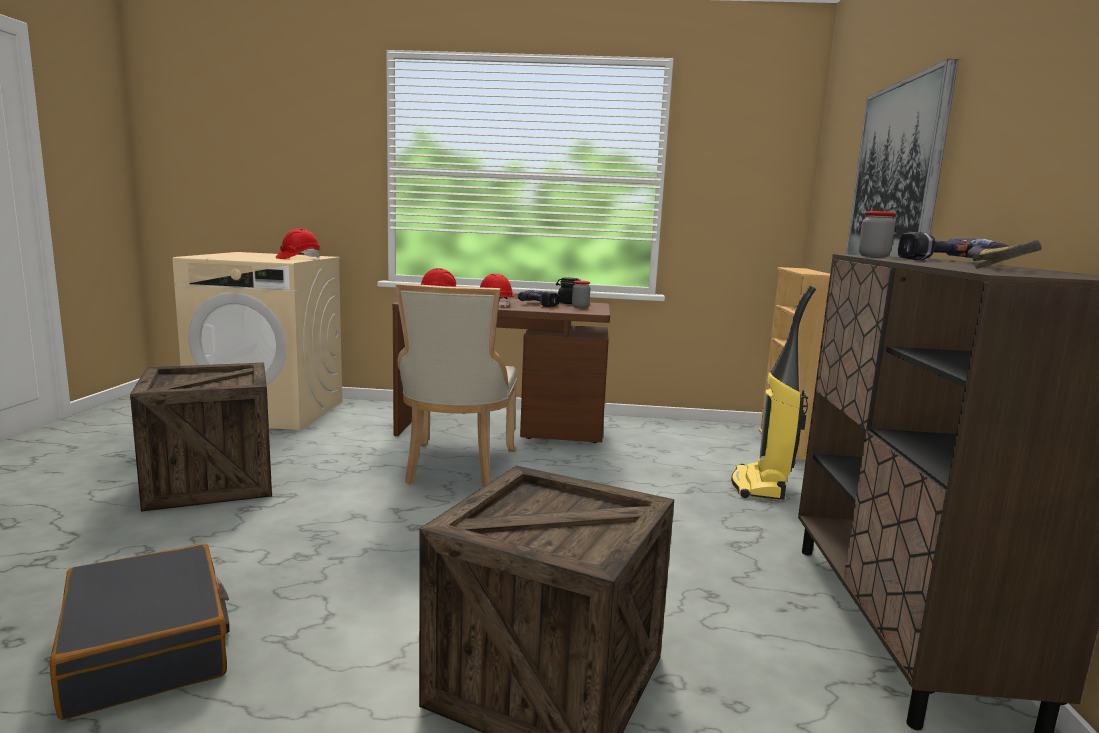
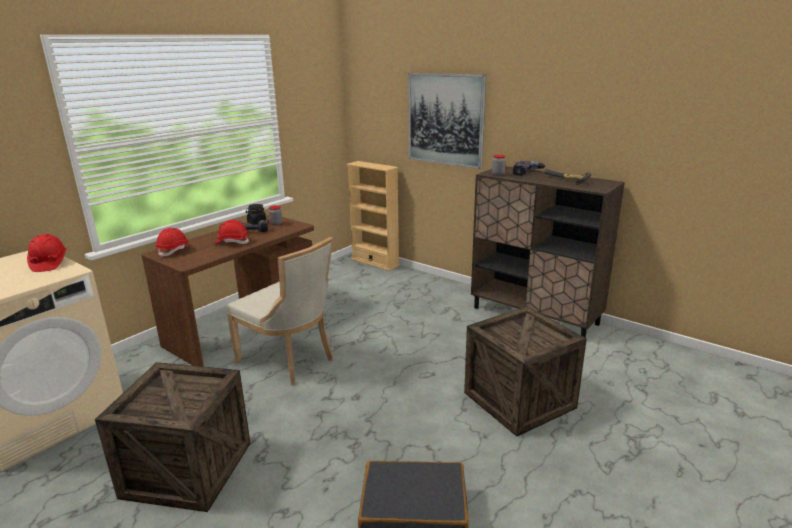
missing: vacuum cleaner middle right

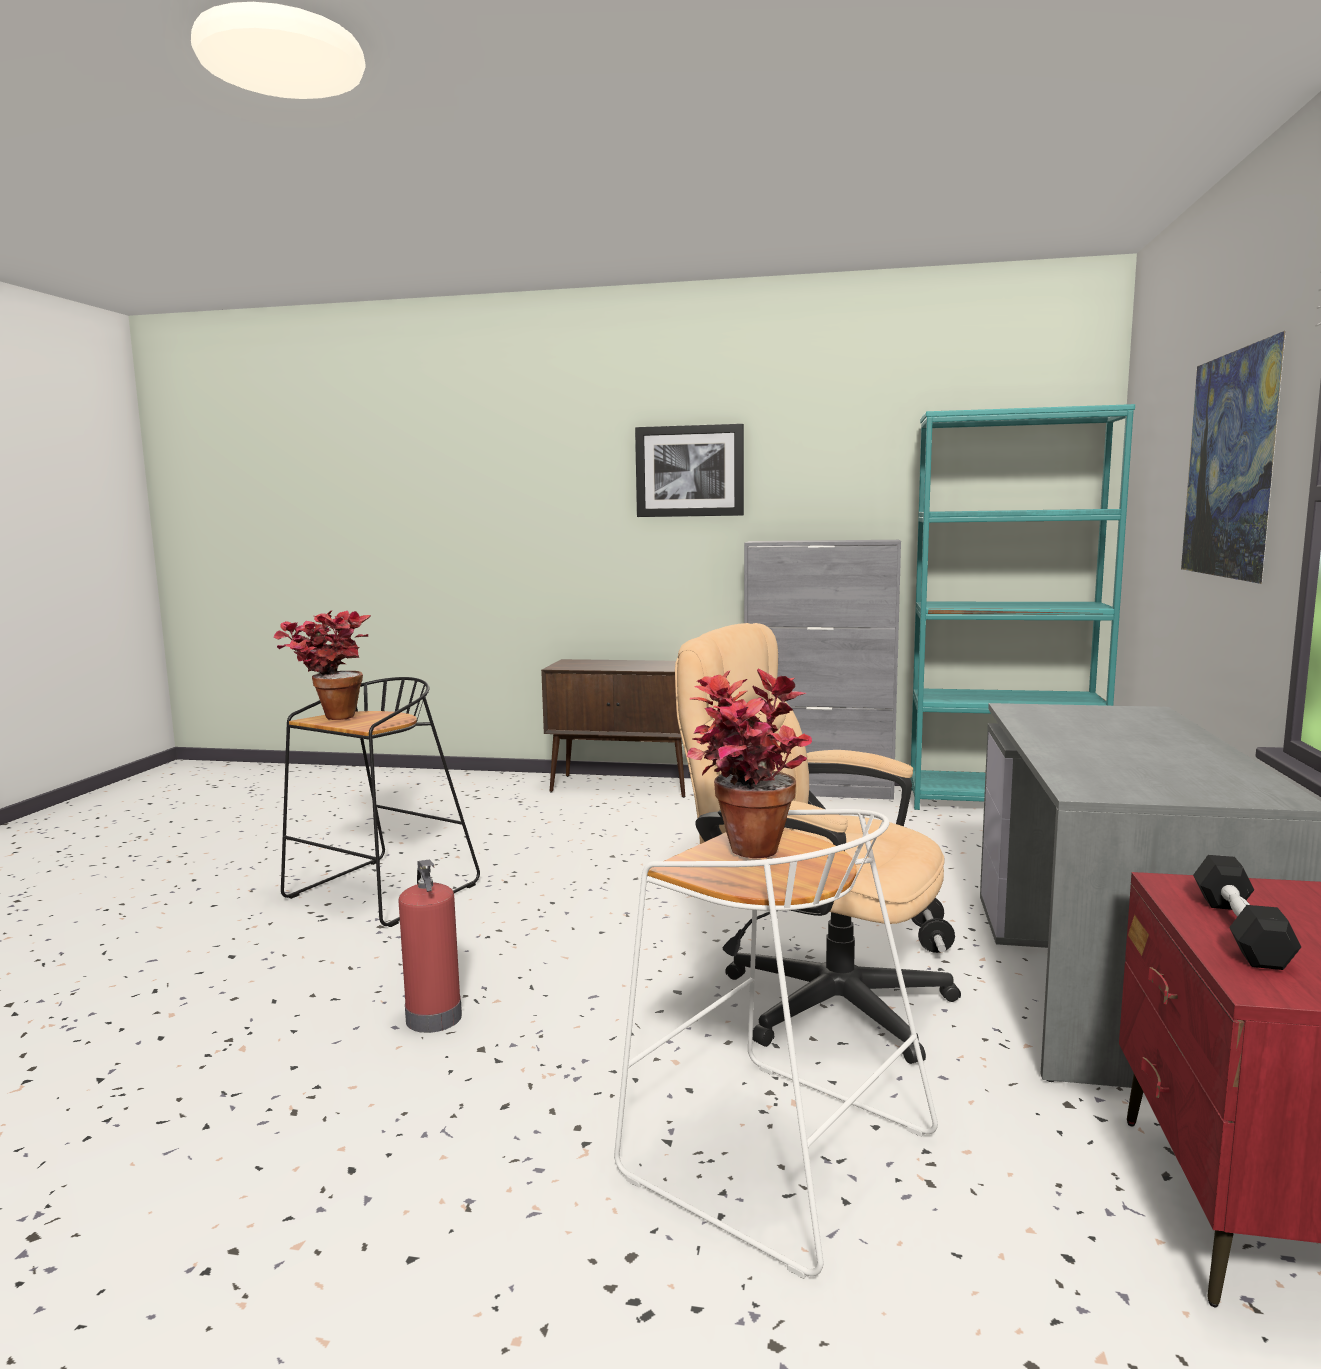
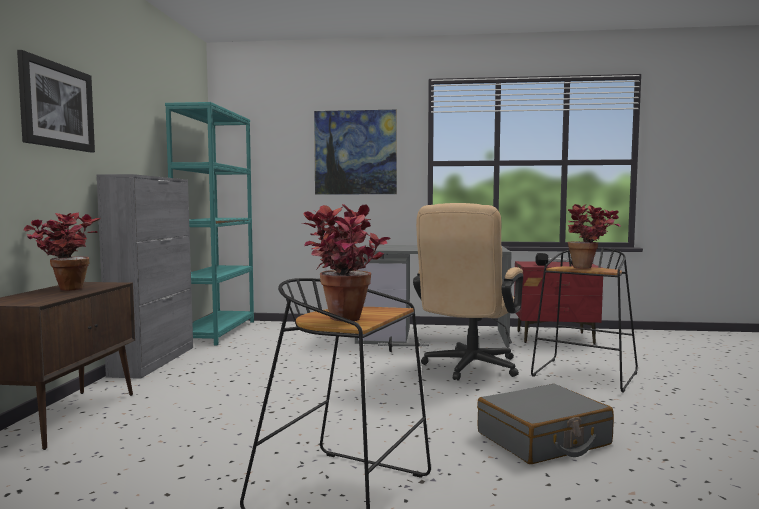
appeared: potted plant (no. 1 from left) middle left
exchanged: fire extinguisher bottom left to grey suitcase bottom right
colour: white stool bottom centre to black stool (no. 2 from left) middle right

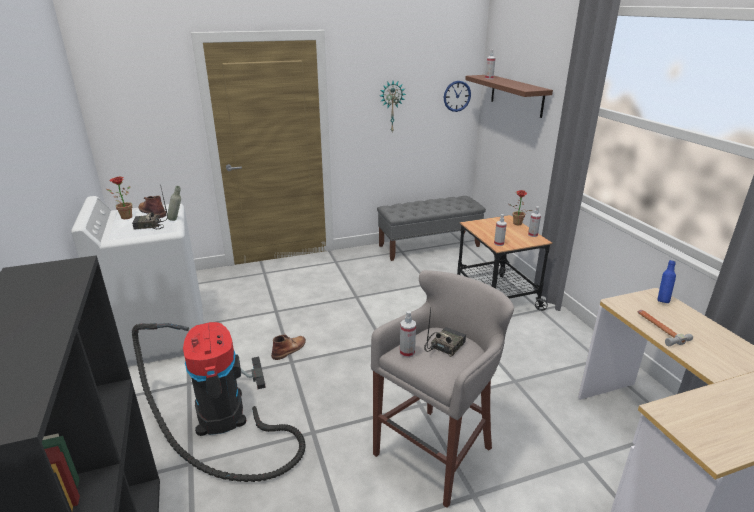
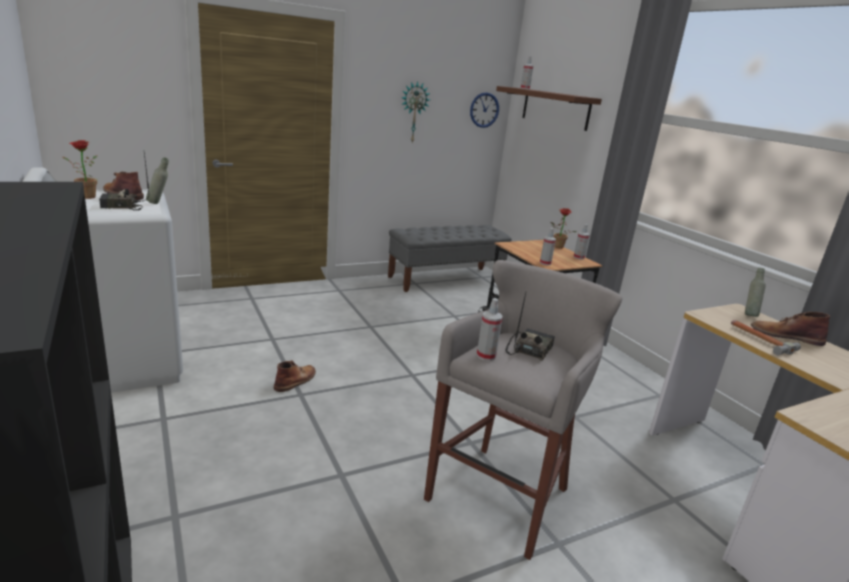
missing: vacuum cleaner bottom left
appeared: brown boot (no. 3 from left) middle right
colour: blue bottle middle right to grey bottle (no. 2 from left) middle right

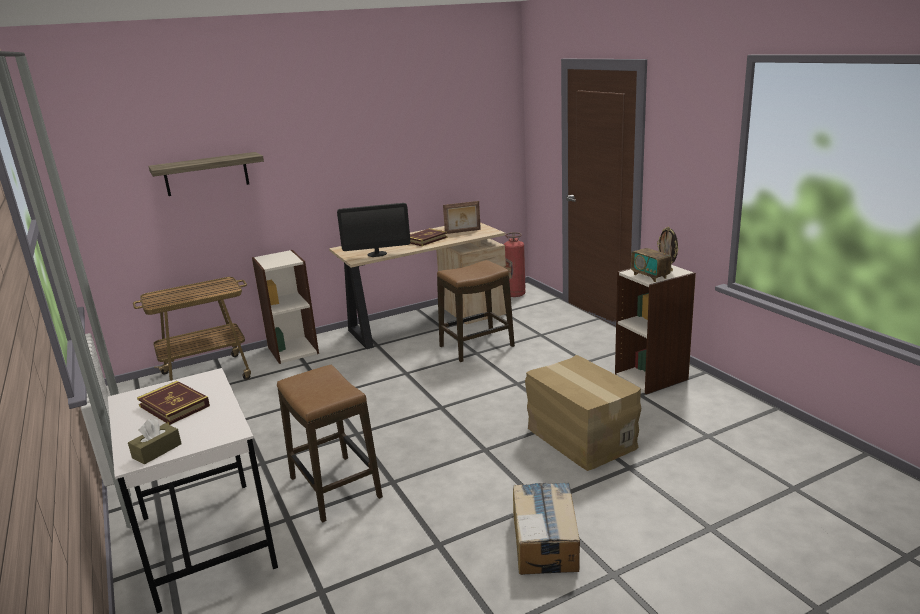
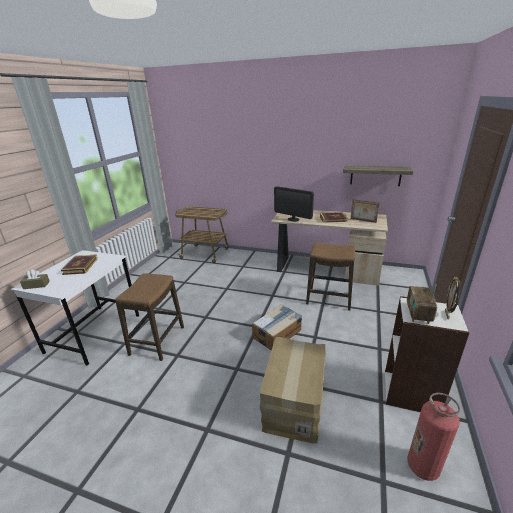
missing: bookcase (no. 1 from left) middle left
relocated: cardboard box (no. 1 from left) bottom centre to centre; shelf top left to middle right; fire extinguisher centre to bottom right

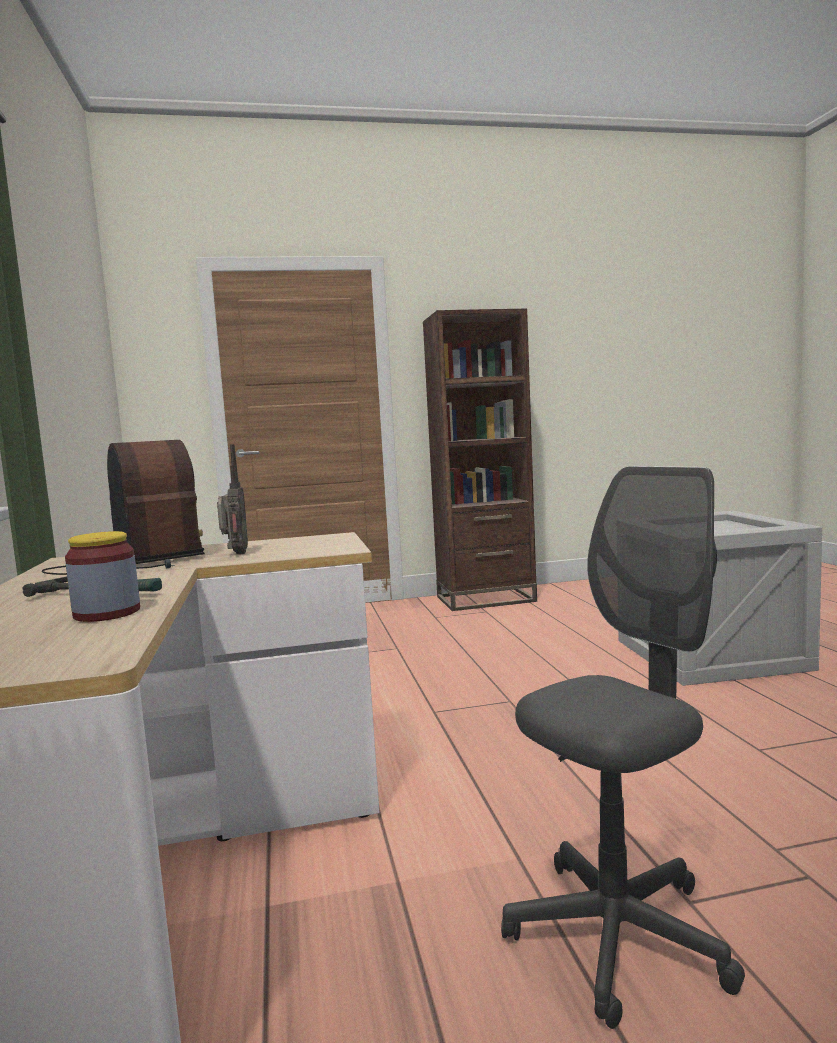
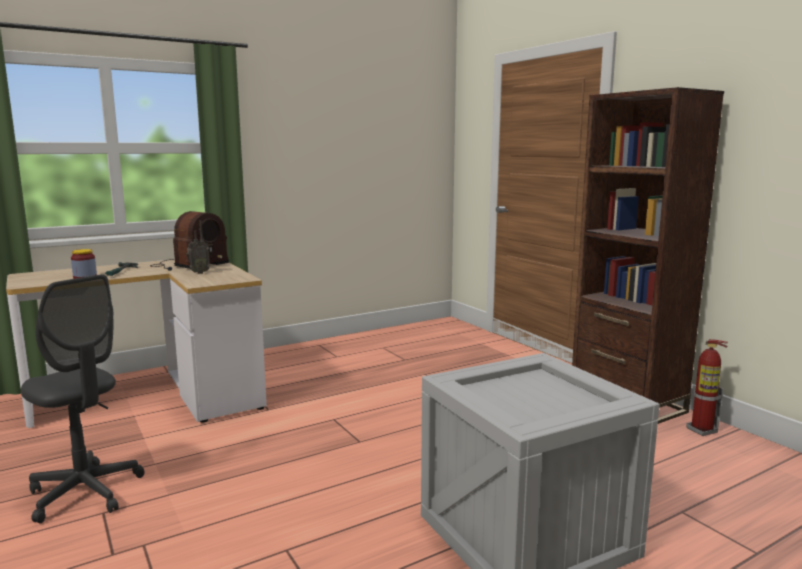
appeared: fire extinguisher bottom right

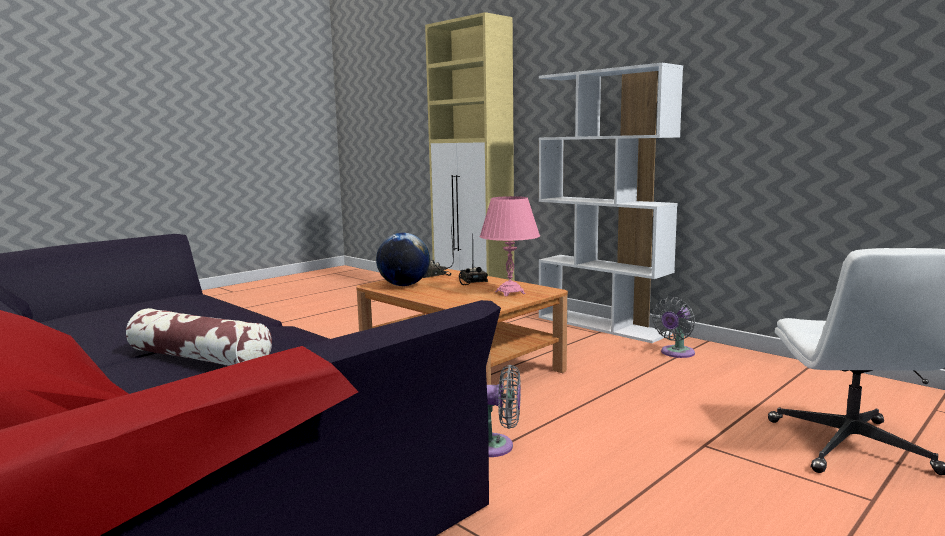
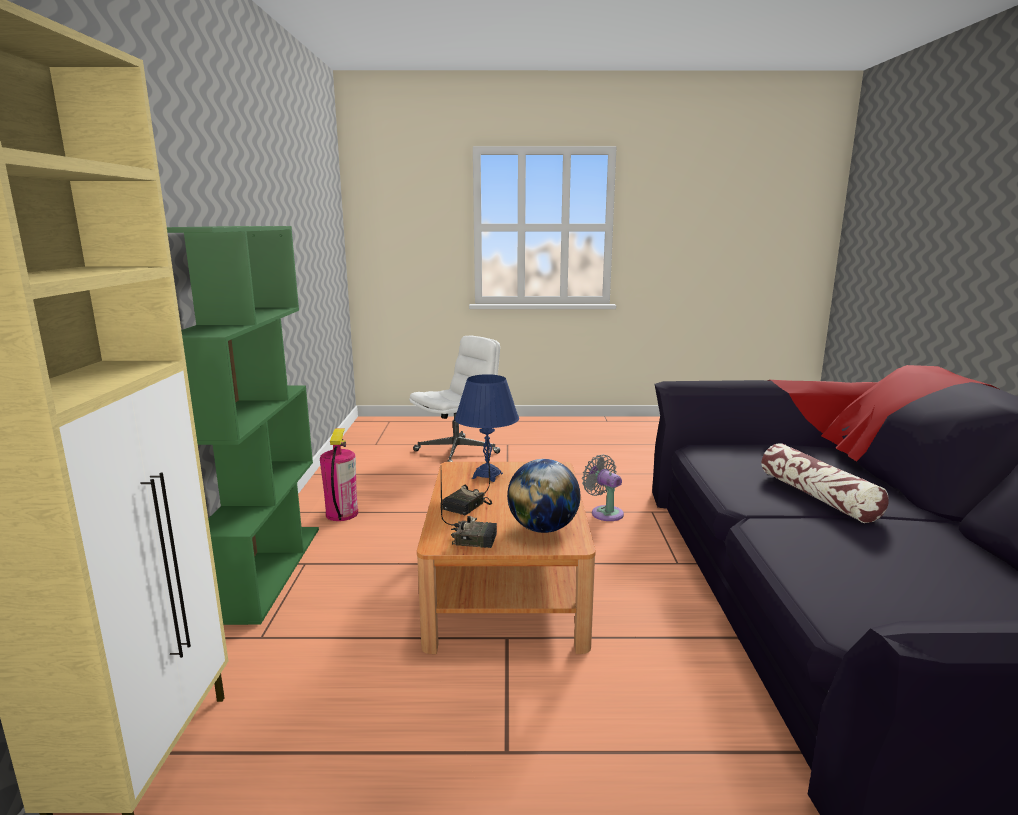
exchanged: grey fan (no. 2 from left) middle right to fire extinguisher middle left
colour: white bookcase centre to green bookcase middle left; pink table lamp centre to blue table lamp centre

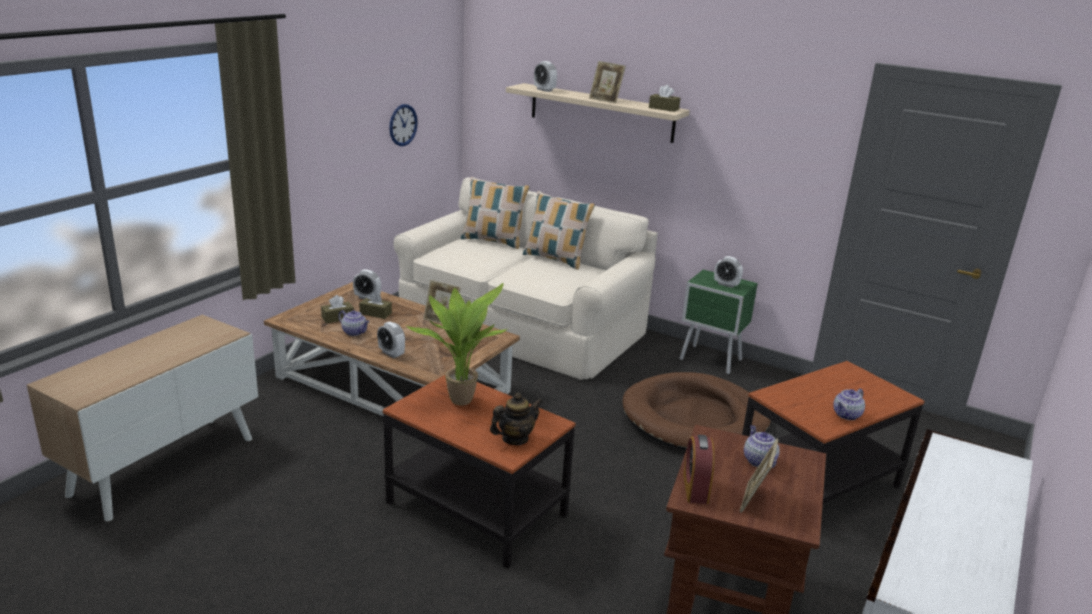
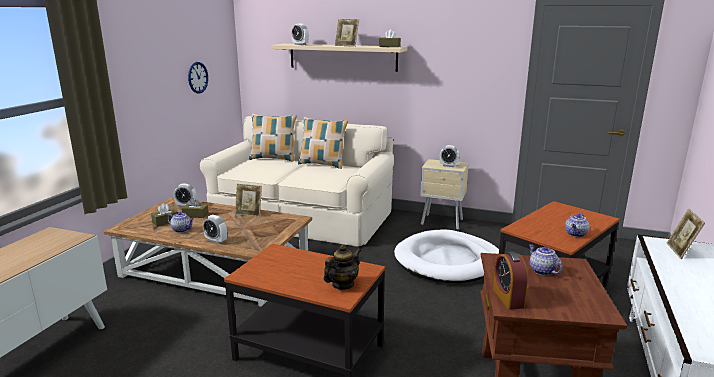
missing: potted plant centre
relocated: picture frame (no. 3 from left) bottom right to middle right
colour: brown dog bed bottom centre to white dog bed bottom centre; green nightstand centre to beige nightstand centre

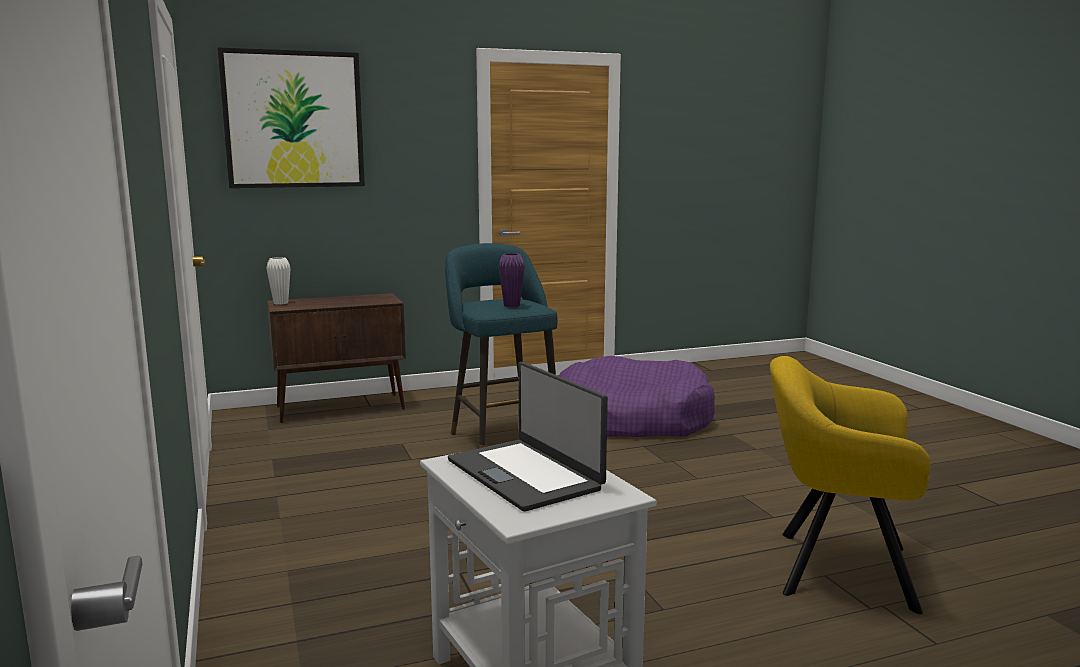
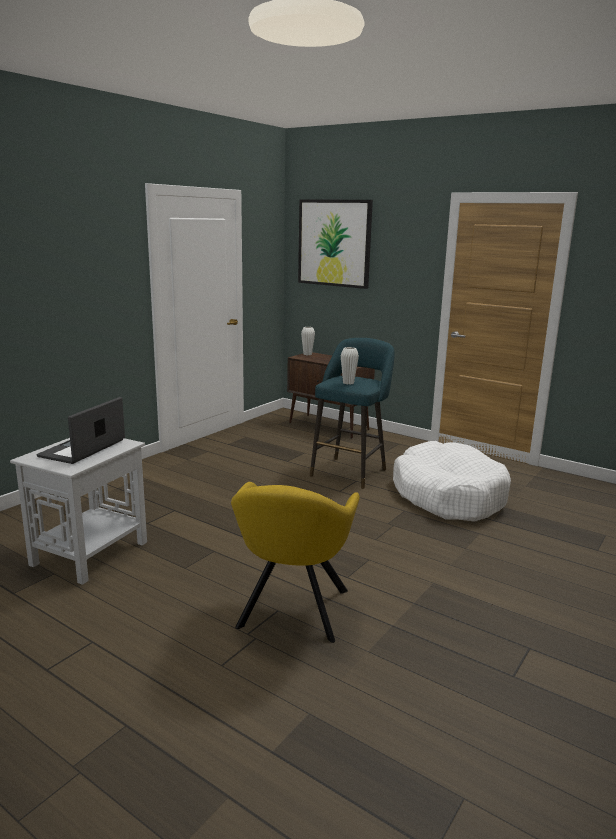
colour: purple vase centre to white vase (no. 2 from left) centre; purple dog bed centre to white dog bed middle right
spun: yellow armchair bottom right = bottom centre 150 degrees counterclockwise

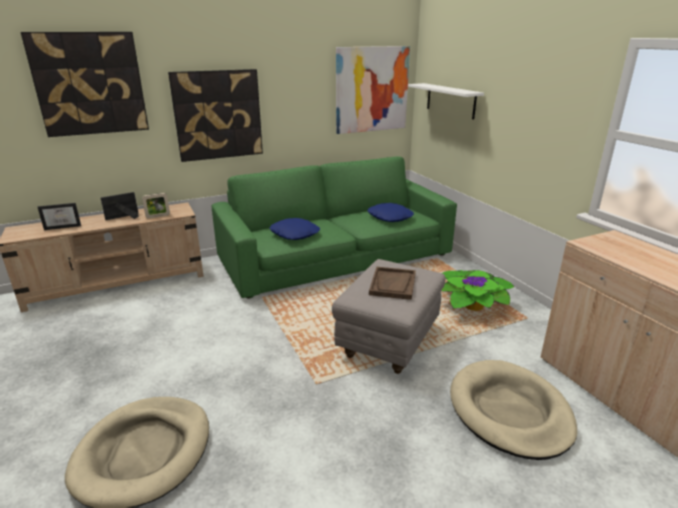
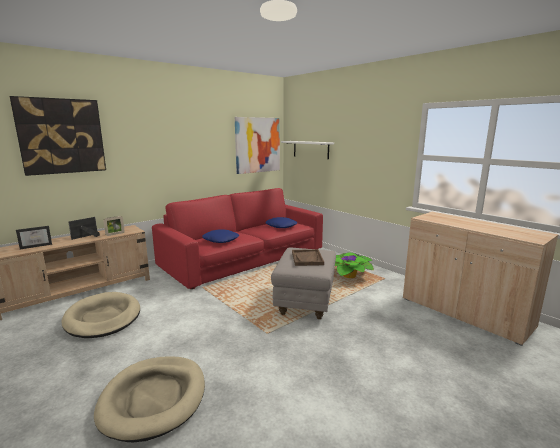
missing: picture (no. 2 from left) top left
relocated: beige dog bed (no. 2 from left in the first image) bottom right to beige dog bed (no. 1 from left) bottom left
colour: green sofa centre to red sofa centre

